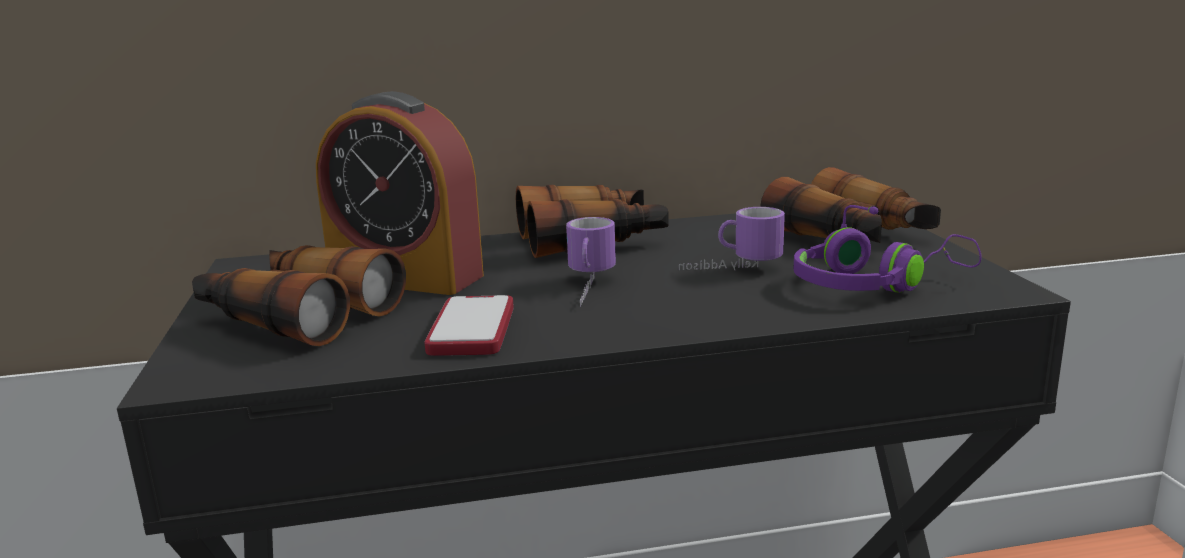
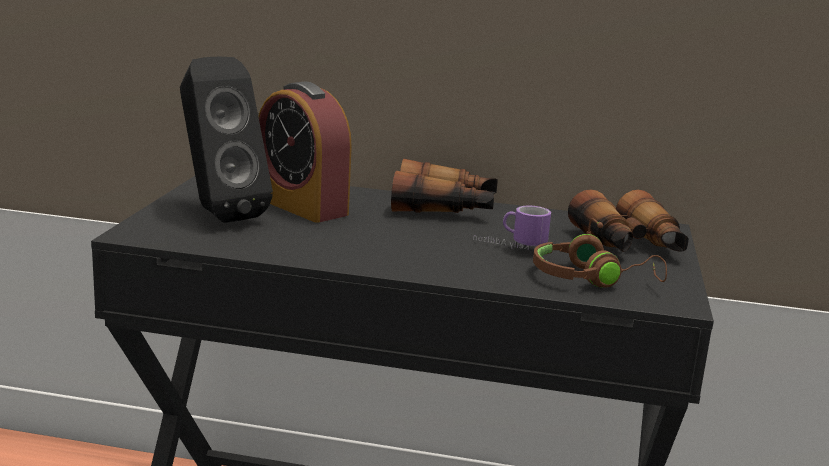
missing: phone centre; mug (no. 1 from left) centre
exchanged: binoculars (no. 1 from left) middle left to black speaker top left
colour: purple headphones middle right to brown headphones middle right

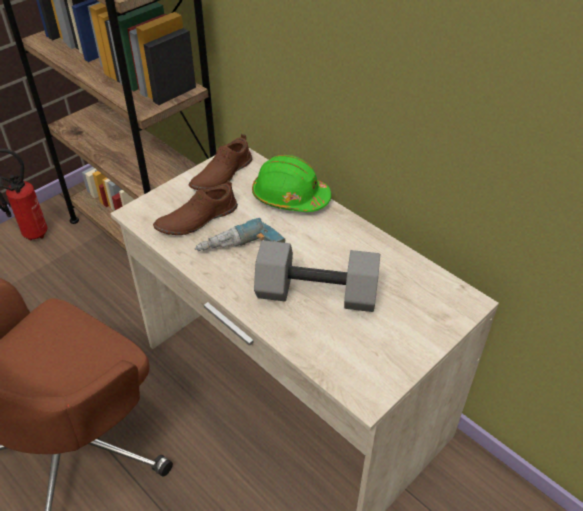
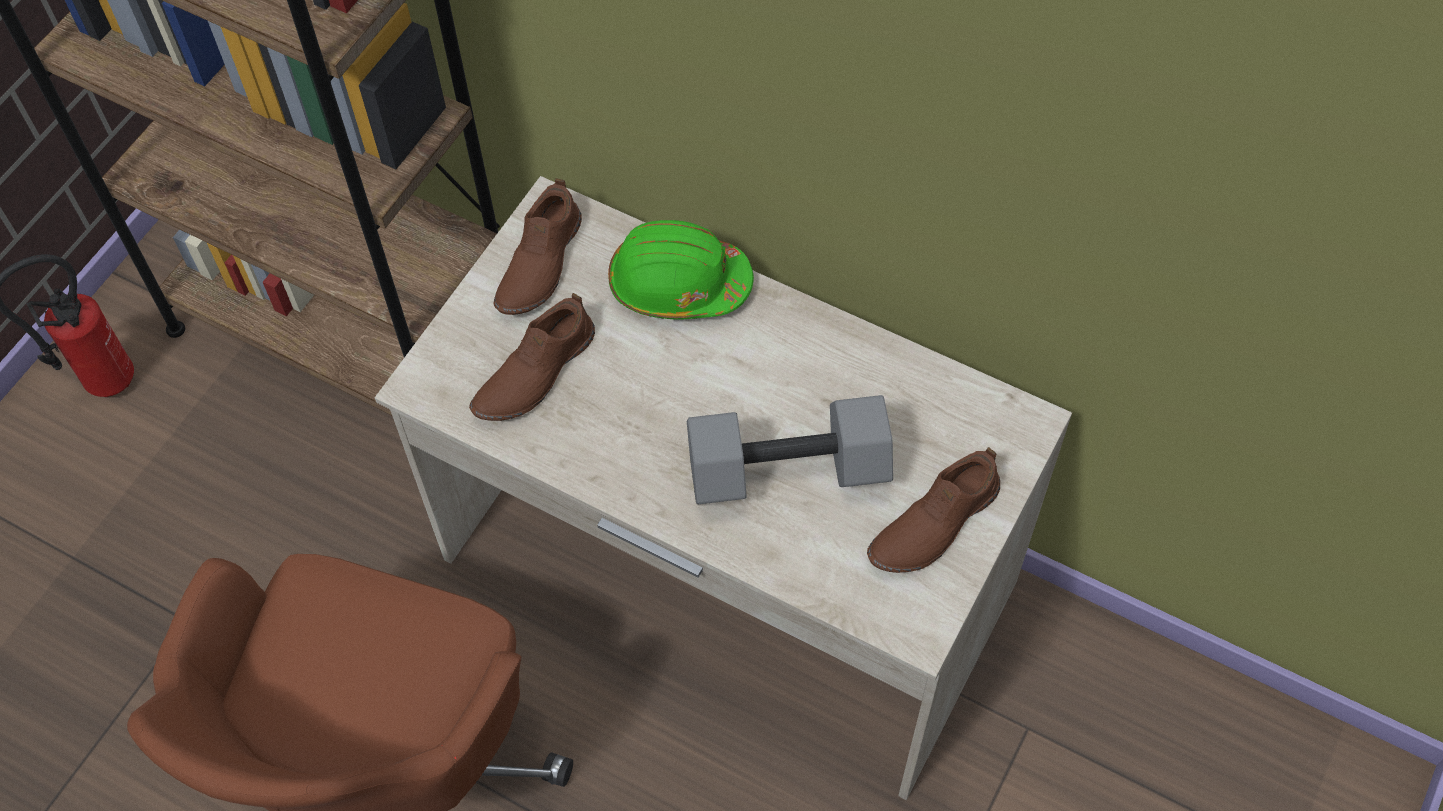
missing: power drill centre
appeared: brown shoe (no. 3 from left) centre

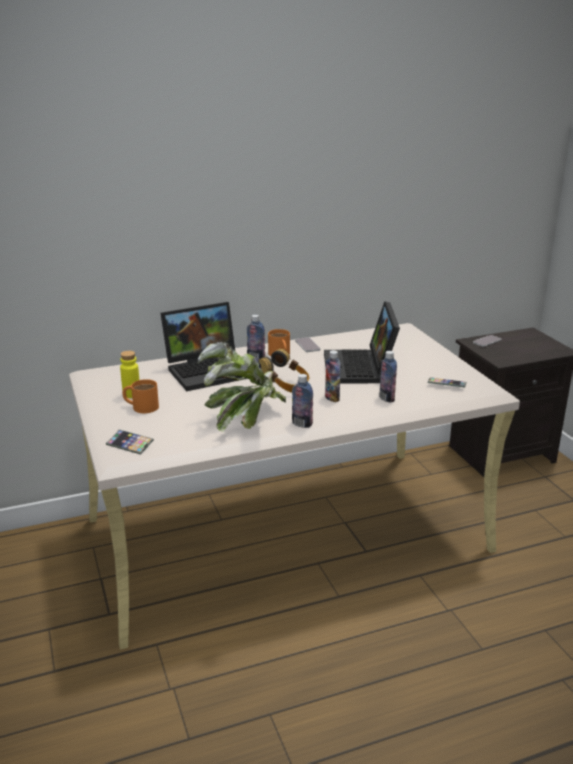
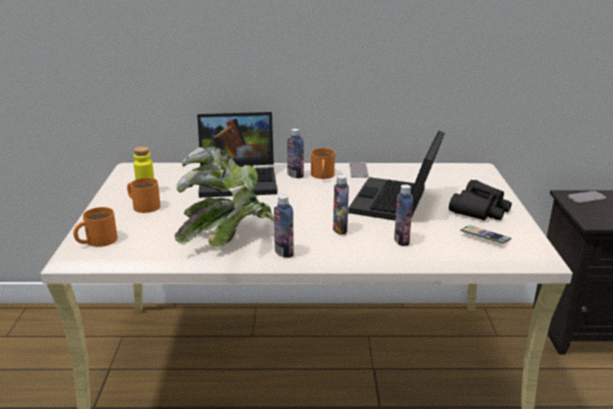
missing: headphones centre
appeared: black binoculars middle right
exchanged: phone (no. 1 from left) middle left to orange mug (no. 1 from left) middle left

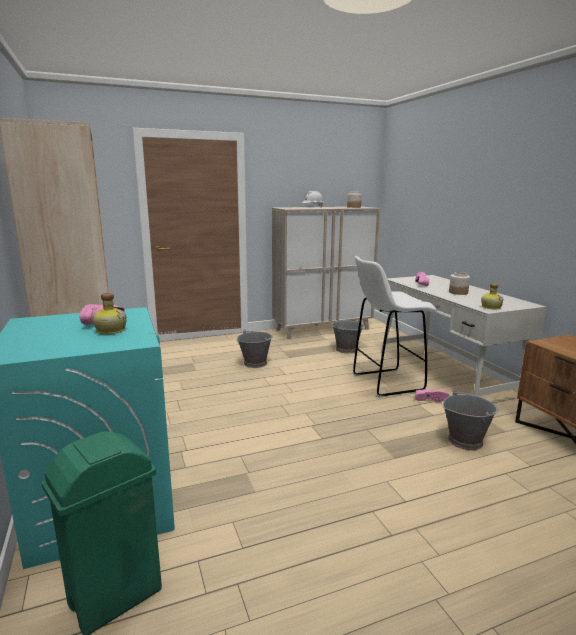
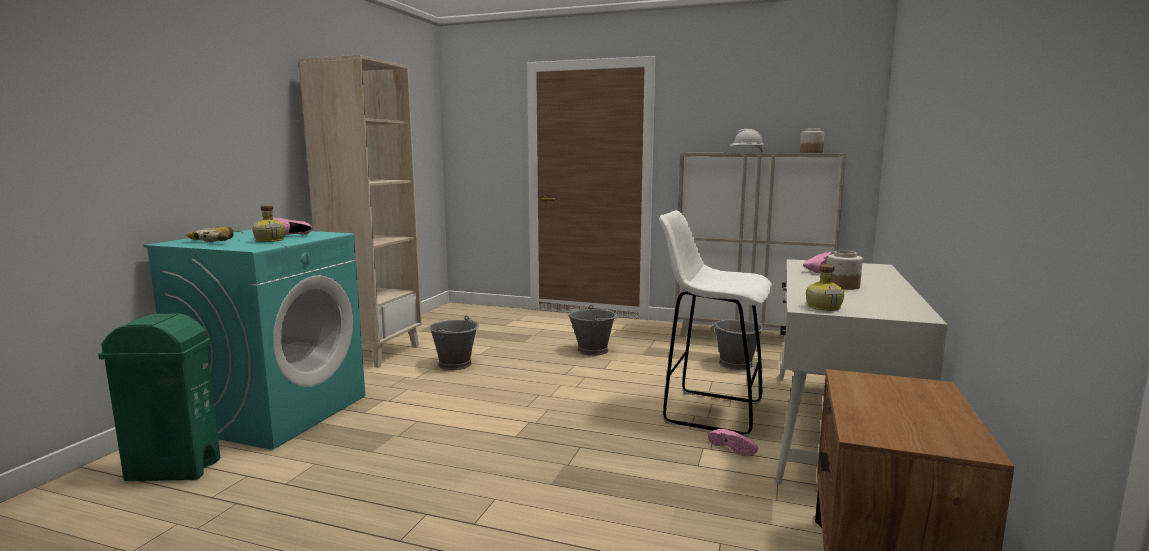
appeared: power drill middle left
relocated: grey bucket (no. 3 from left in the first image) middle right to grey bucket (no. 1 from left) centre

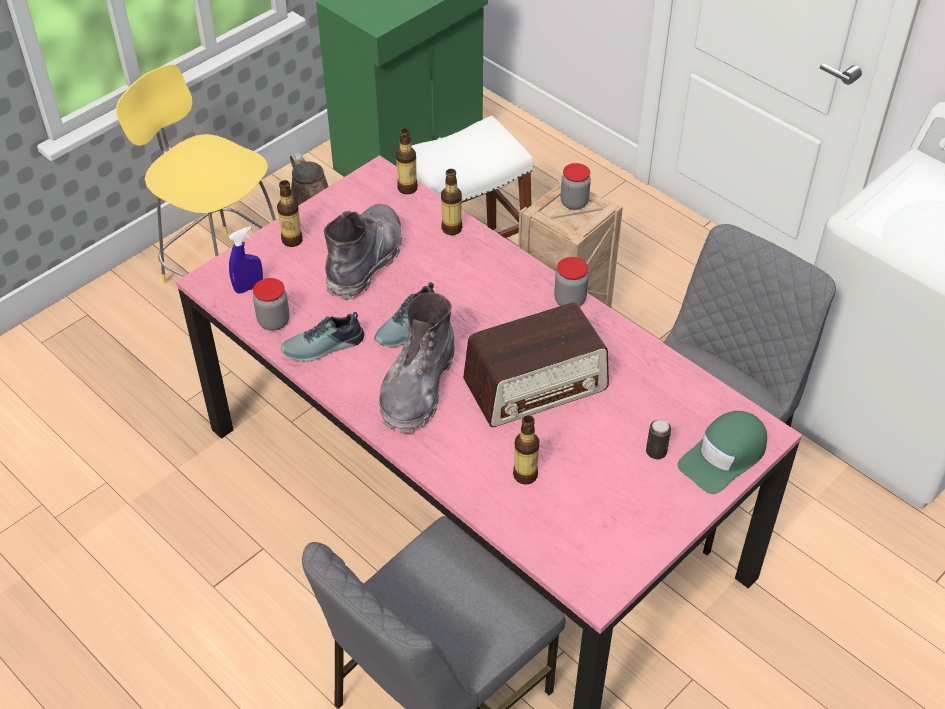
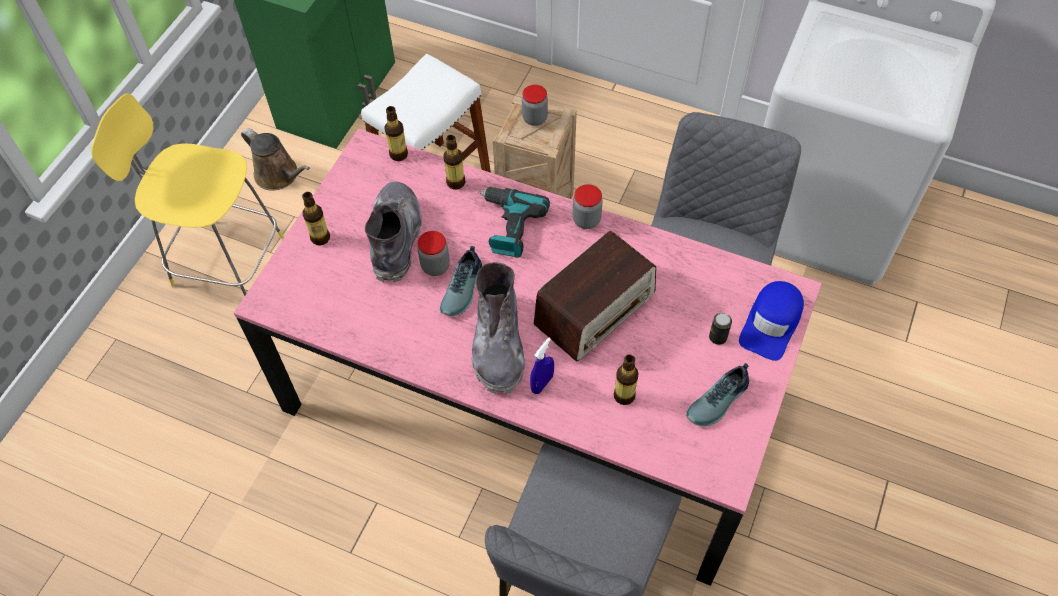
appeared: power drill centre
relocated: jar (no. 1 from left) middle left to centre; blue spray bottle middle left to centre; shoe (no. 1 from left in the first image) centre to shoe (no. 2 from left) middle right
colour: green cap middle right to blue cap middle right

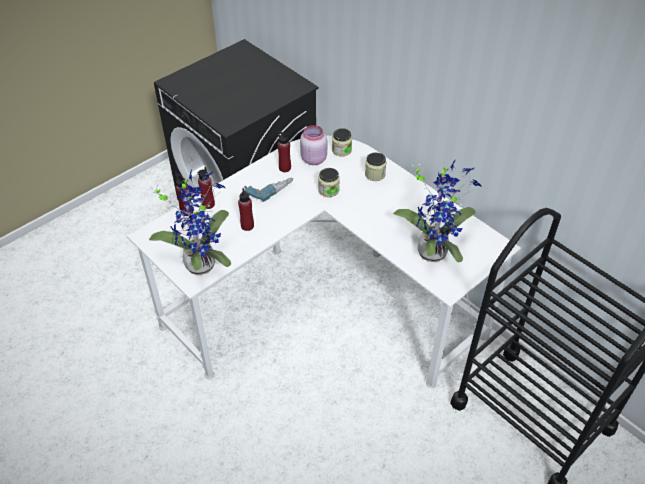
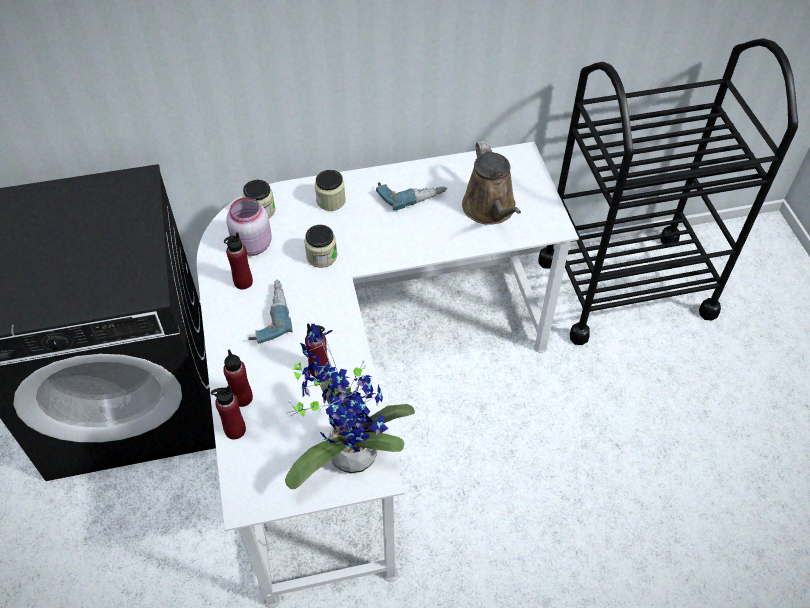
appeared: power drill (no. 2 from left) top centre
exchanged: potted plant (no. 2 from left) middle right to brown watering can top centre

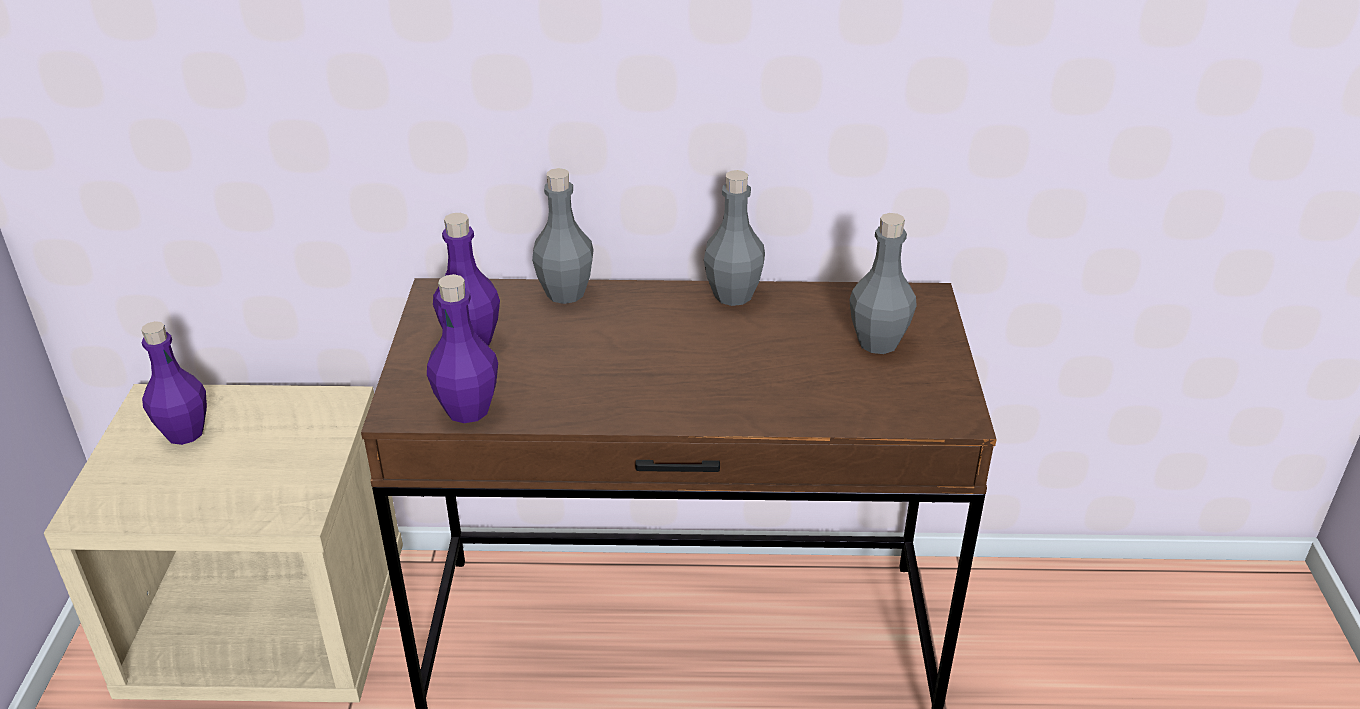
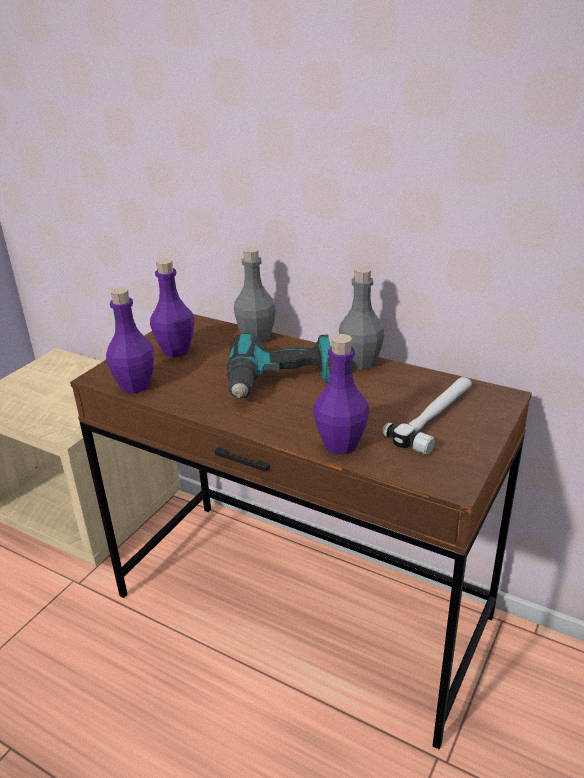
appeared: power drill centre
relocated: purple bottle (no. 1 from left in the first image) middle left to purple bottle (no. 3 from left) centre
exchanged: grey bottle (no. 3 from left) centre to hammer middle right

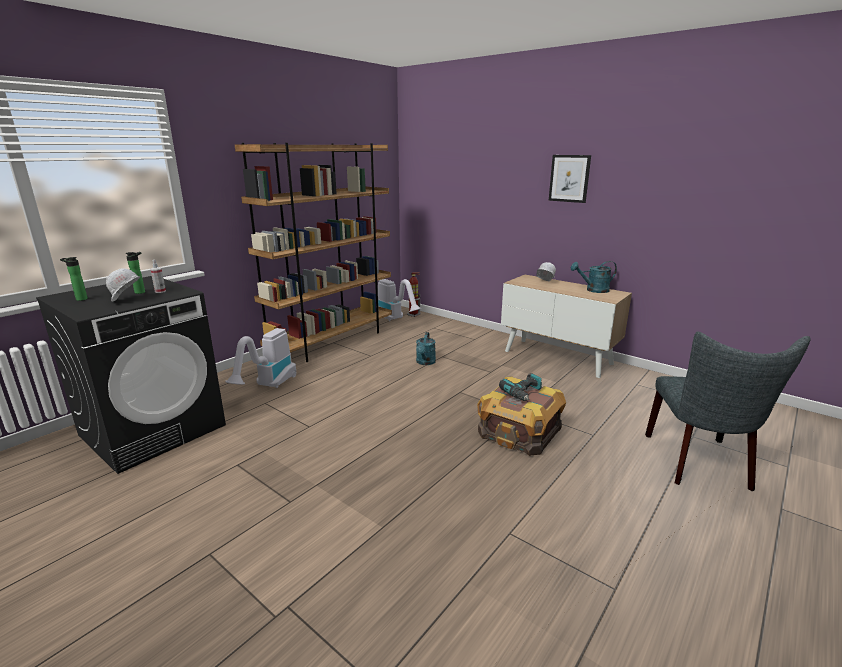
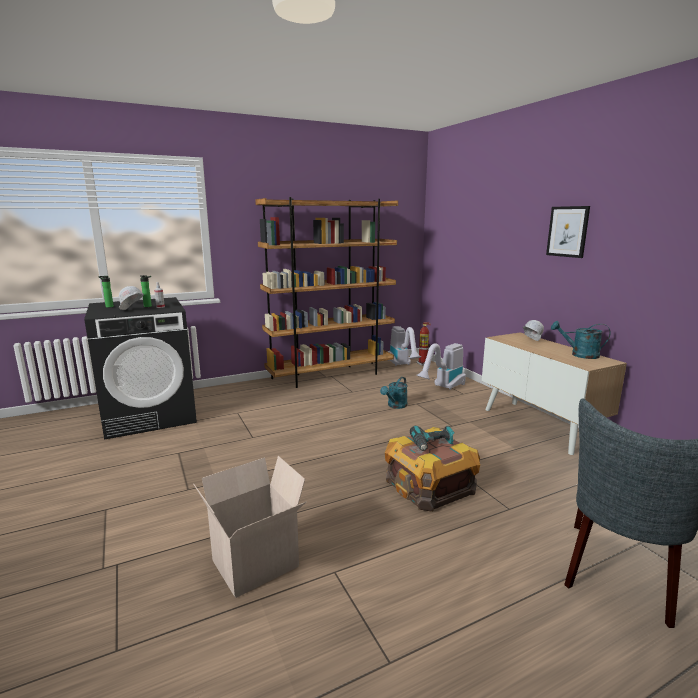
appeared: cardboard box bottom centre
relocated: vacuum cleaner (no. 1 from left in the first image) middle left to vacuum cleaner (no. 2 from left) centre

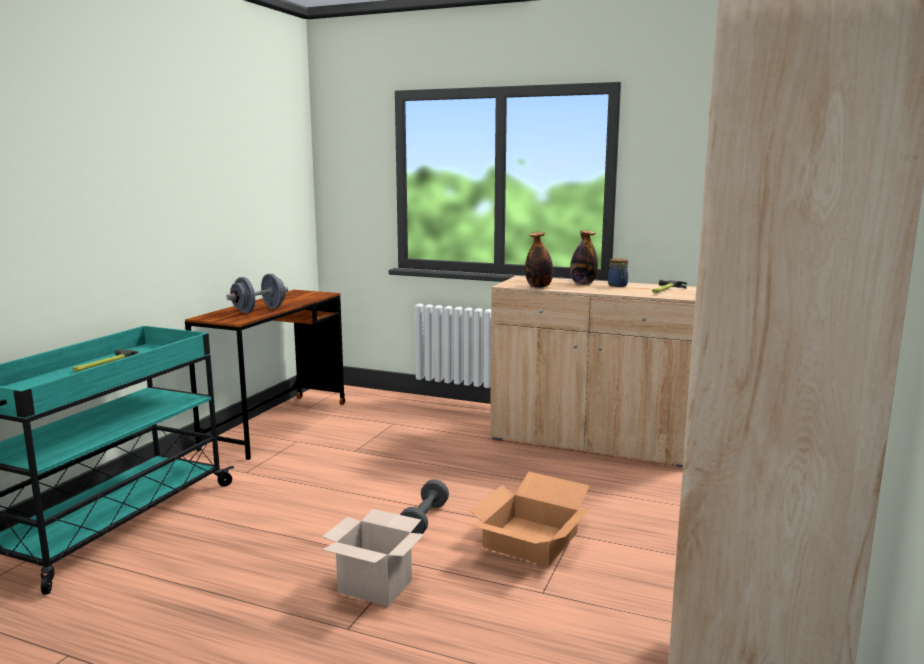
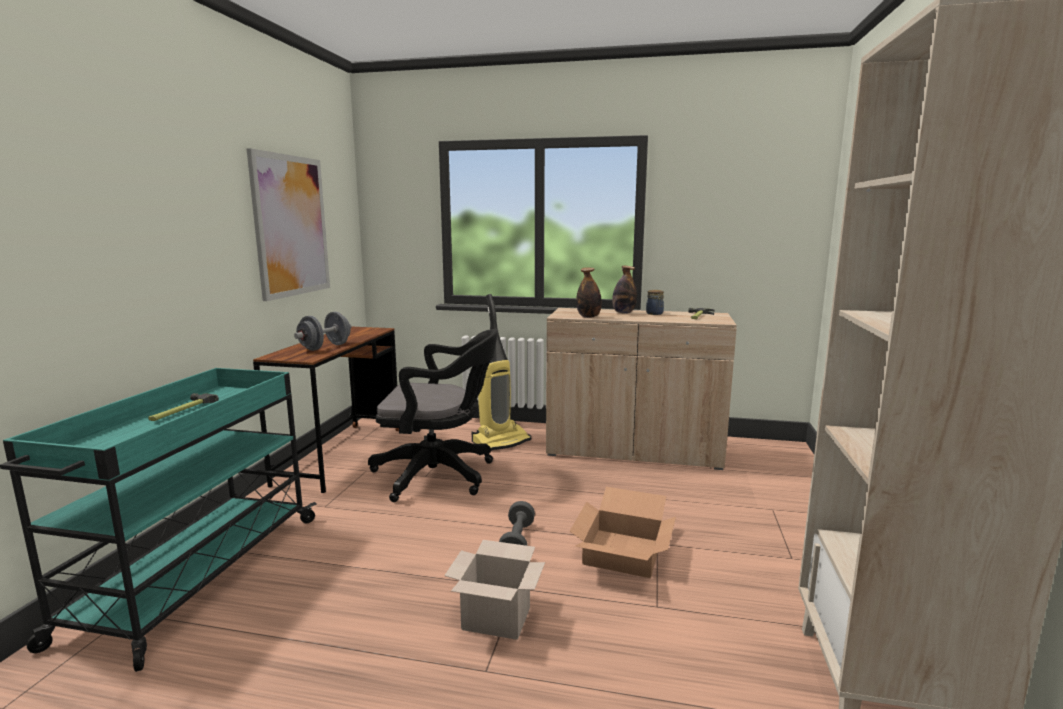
appeared: picture top left; black office chair centre; vacuum cleaner centre

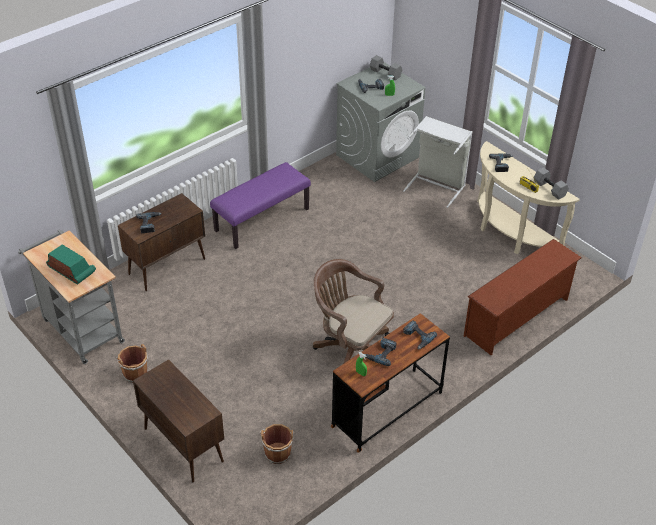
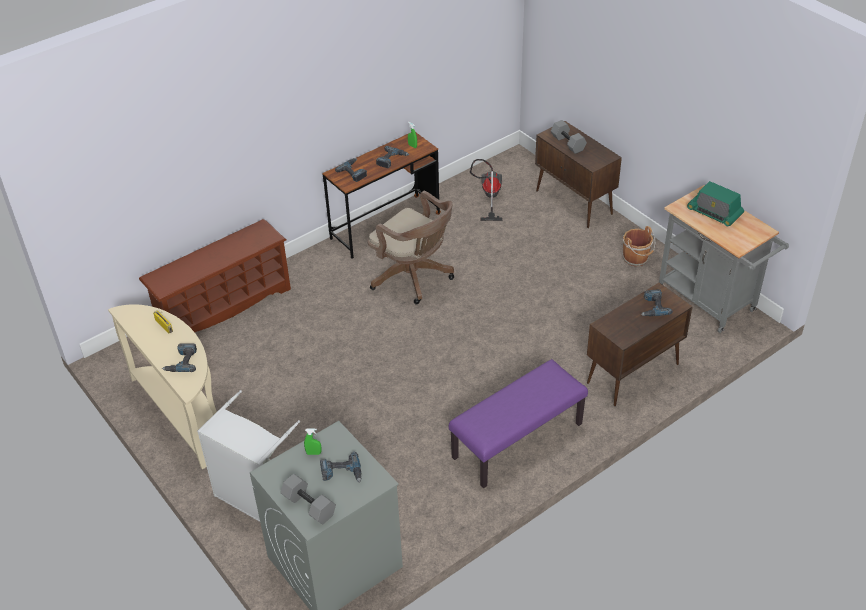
relocated: grey dumbbell (no. 2 from left) middle right to top centre
exchanged: brown bucket (no. 2 from left) bottom centre to vacuum cleaner top centre

